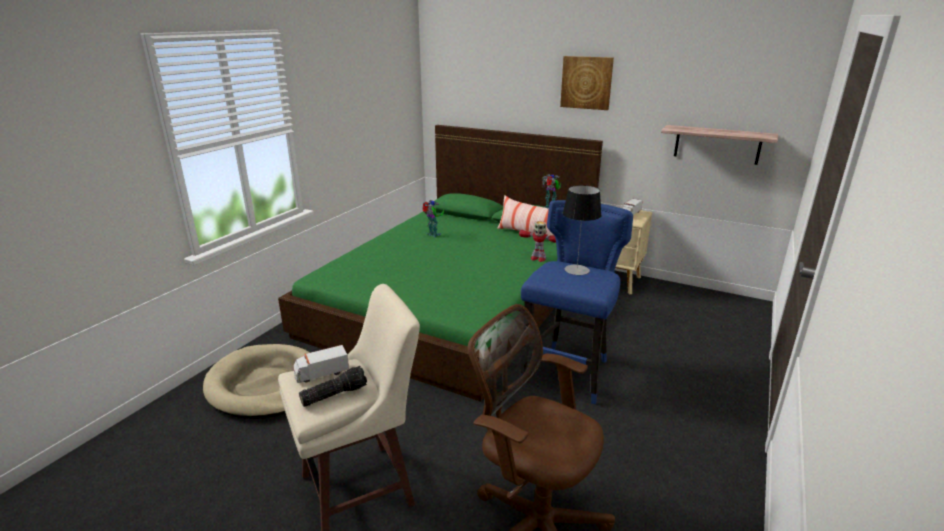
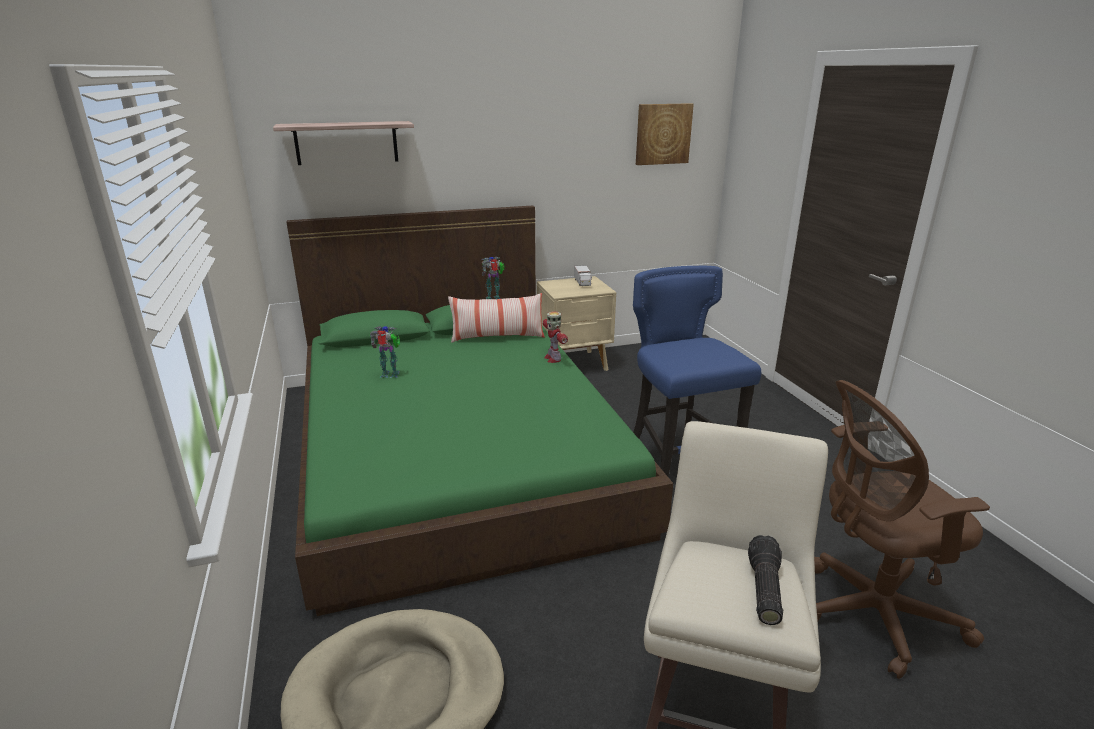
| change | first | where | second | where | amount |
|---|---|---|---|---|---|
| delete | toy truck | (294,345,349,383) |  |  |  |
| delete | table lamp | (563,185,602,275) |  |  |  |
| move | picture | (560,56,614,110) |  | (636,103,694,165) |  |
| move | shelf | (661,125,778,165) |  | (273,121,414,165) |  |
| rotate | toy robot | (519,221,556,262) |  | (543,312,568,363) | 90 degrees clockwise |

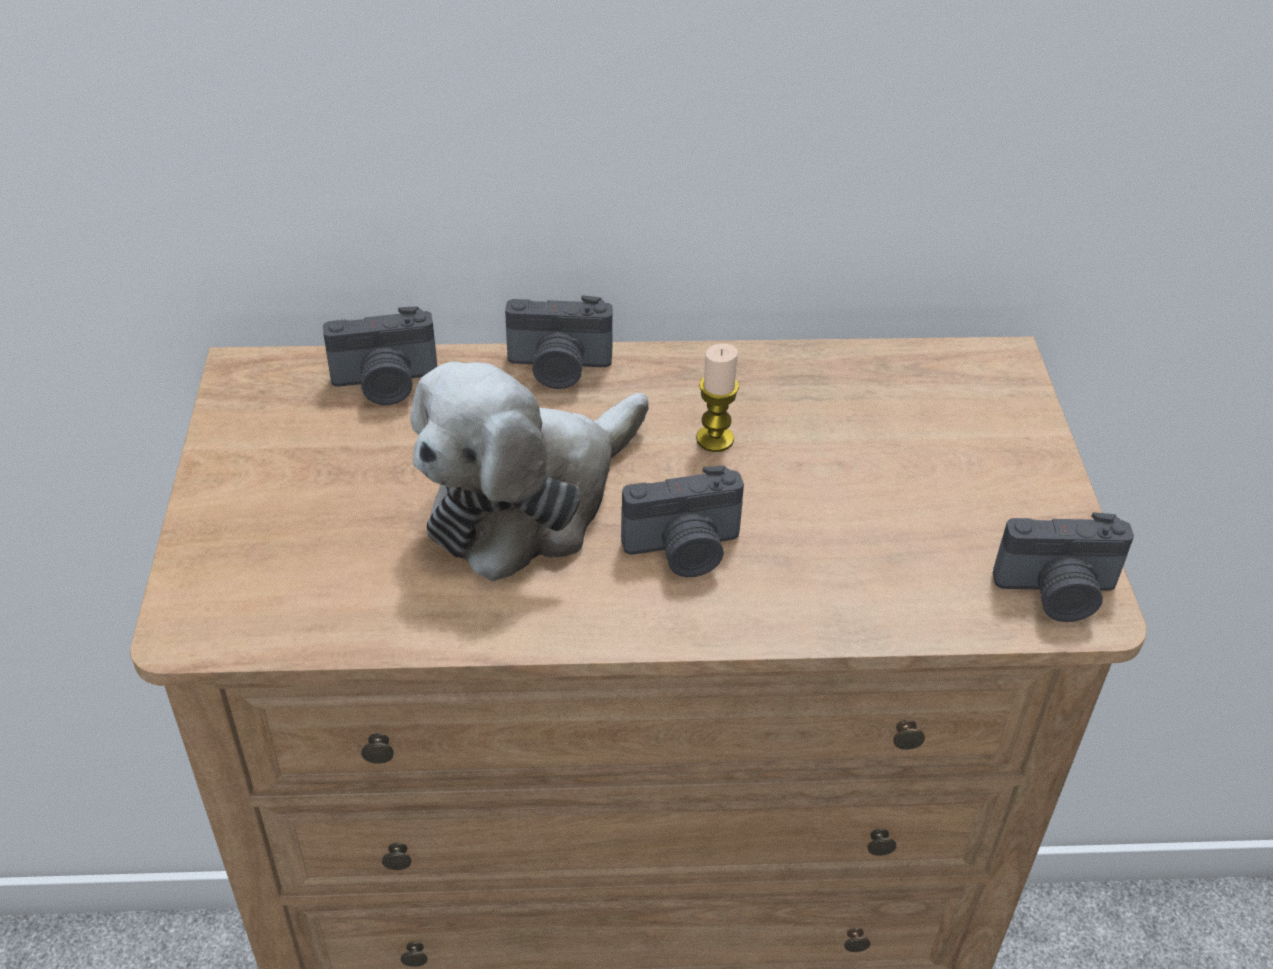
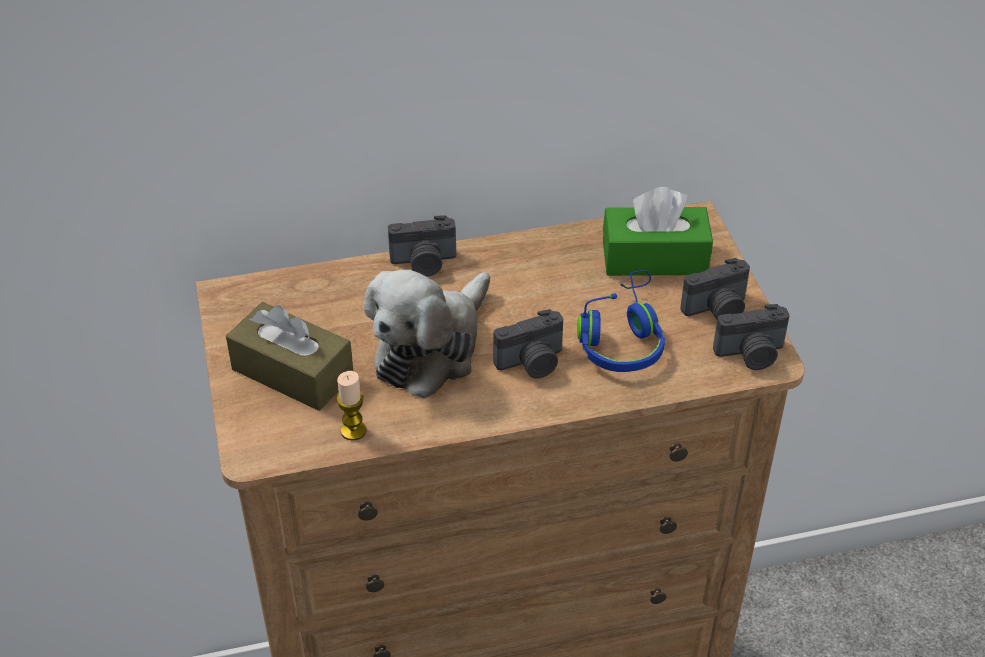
| change | first | where | second | where | amount |
|---|---|---|---|---|---|
| insert |  |  | brown tissue box | (226,302,353,411) |  |
| insert |  |  | blue headphones | (577,270,665,372) |  |
| insert |  |  | green tissue box | (603,187,713,276) |  |
| move | photo camera | (323,307,437,405) |  | (680,258,750,319) |  |
| move | candle | (696,343,739,452) |  | (337,371,366,441) |  |

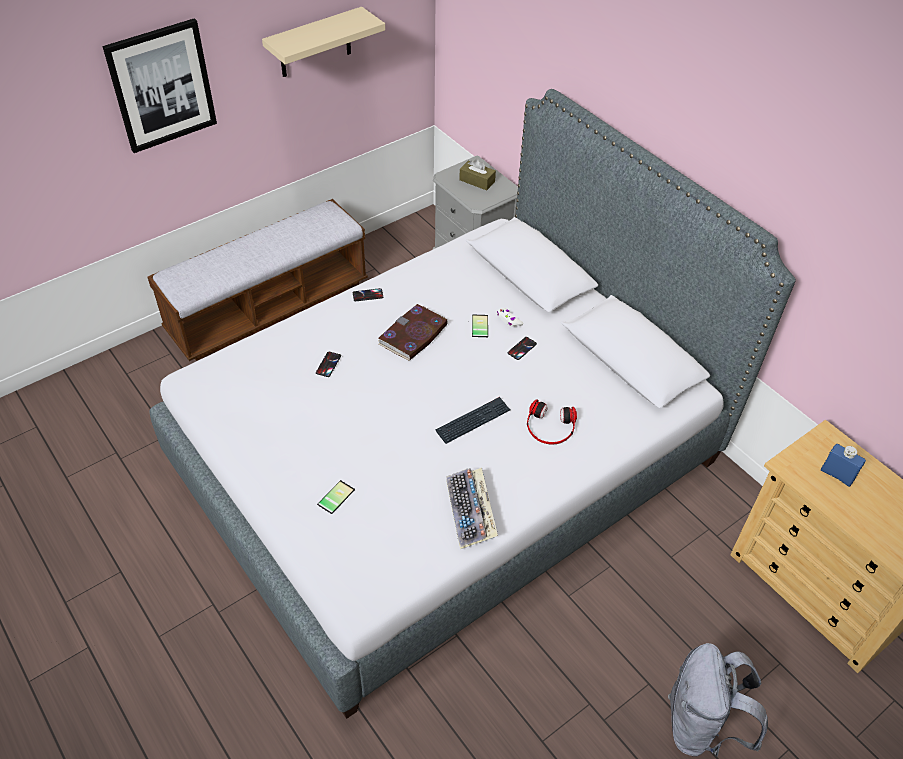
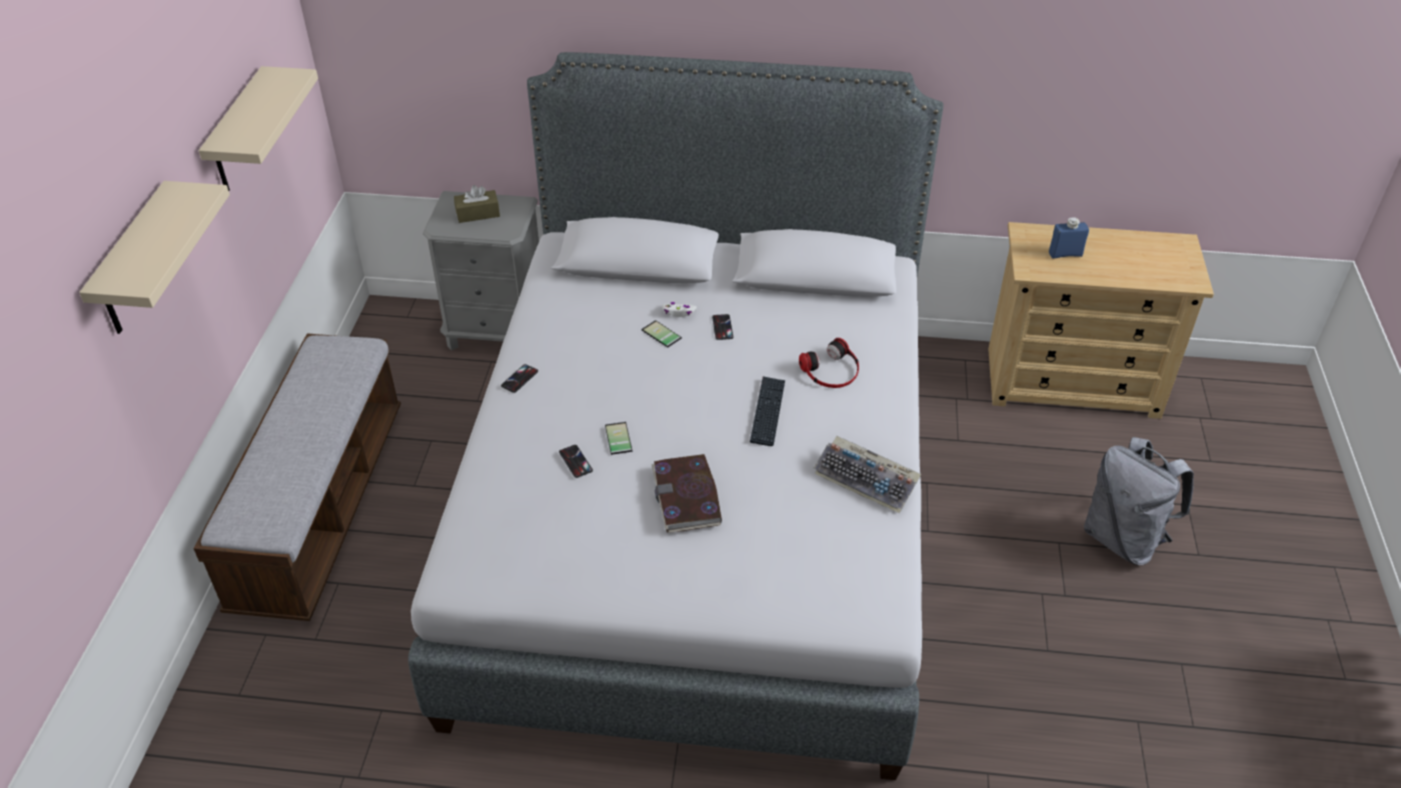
| change | first | where | second | where | amount |
|---|---|---|---|---|---|
| move | phone | (317,480,355,514) |  | (605,422,632,455) |  |
| move | book | (378,304,448,361) |  | (651,454,722,533) |  |
| replace | picture | (103,18,217,153) | beige shelf | (79,181,230,334) |  |

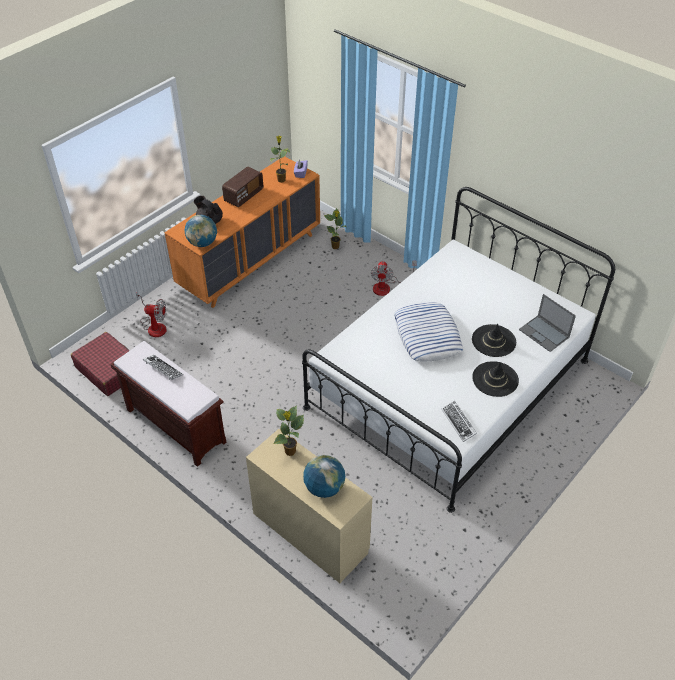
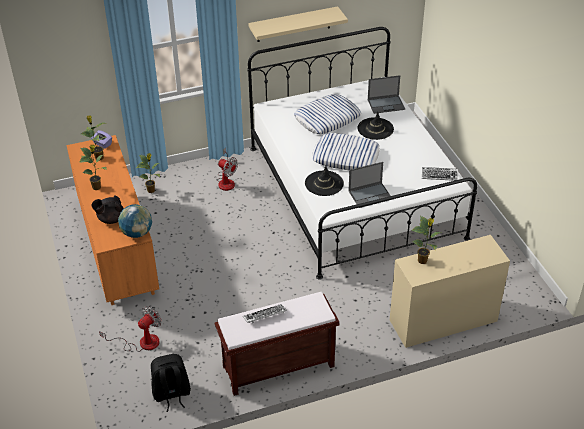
| change | first | where | second | where | amount |
|---|---|---|---|---|---|
| delete | globe | (303,455,345,498) |  |  |  |
| insert |  |  | beige shelf | (248,6,348,42) |  |
| insert |  |  | pillow | (294,94,361,134) |  |
| insert |  |  | laptop | (349,162,393,208) |  |
| move | black hat | (472,361,519,397) |  | (305,166,344,196) |  |
| replace | red suitcase | (71,332,129,396) | black backpack | (151,354,191,412) |  |
| replace | radio | (222,167,263,207) | potted plant | (79,145,107,190) |  |

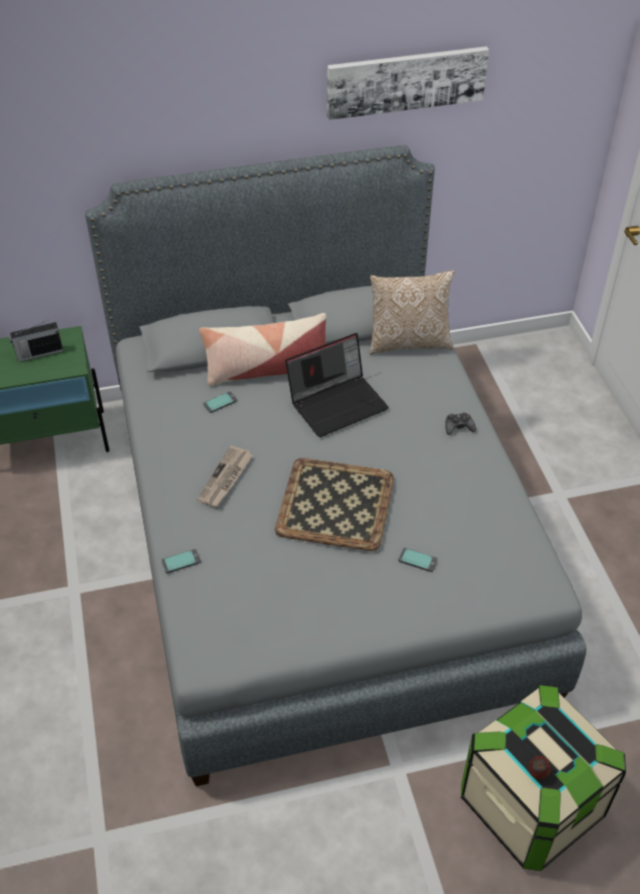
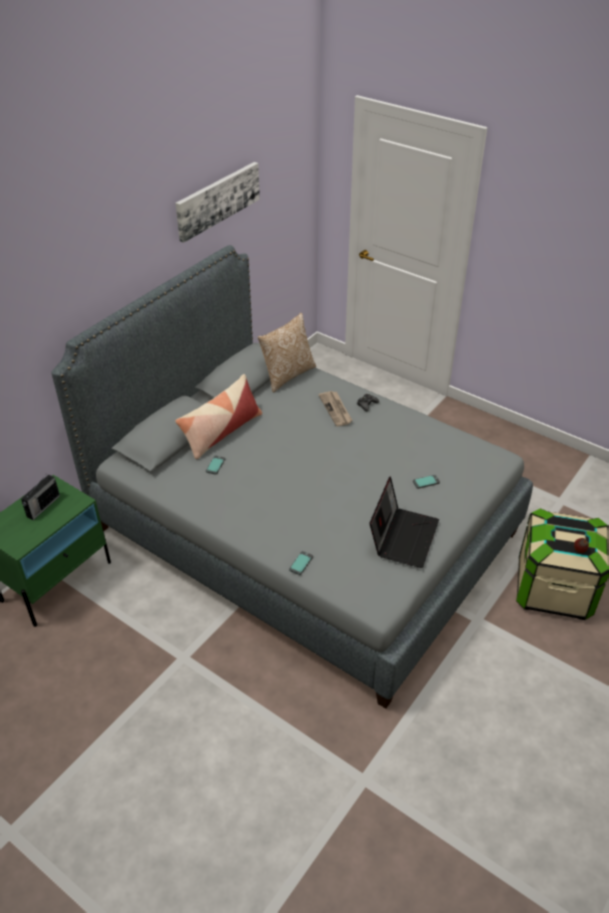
| change | first | where | second | where | amount |
|---|---|---|---|---|---|
| delete | tray | (275,458,394,551) |  |  |  |
| move | newspaper | (197,446,253,507) |  | (319,391,353,427) |  |
| move | laptop | (285,333,389,437) |  | (369,476,439,568) |  |

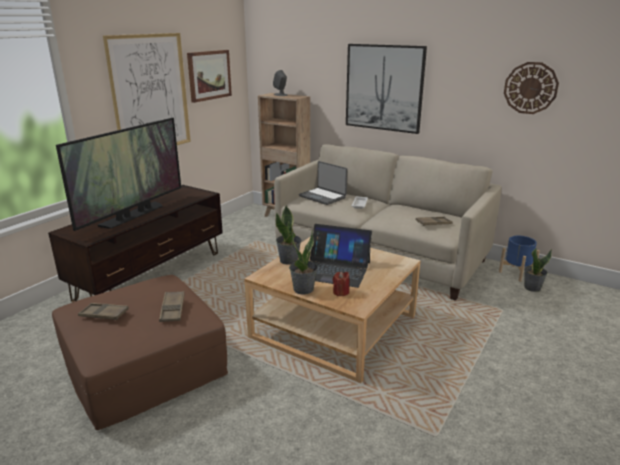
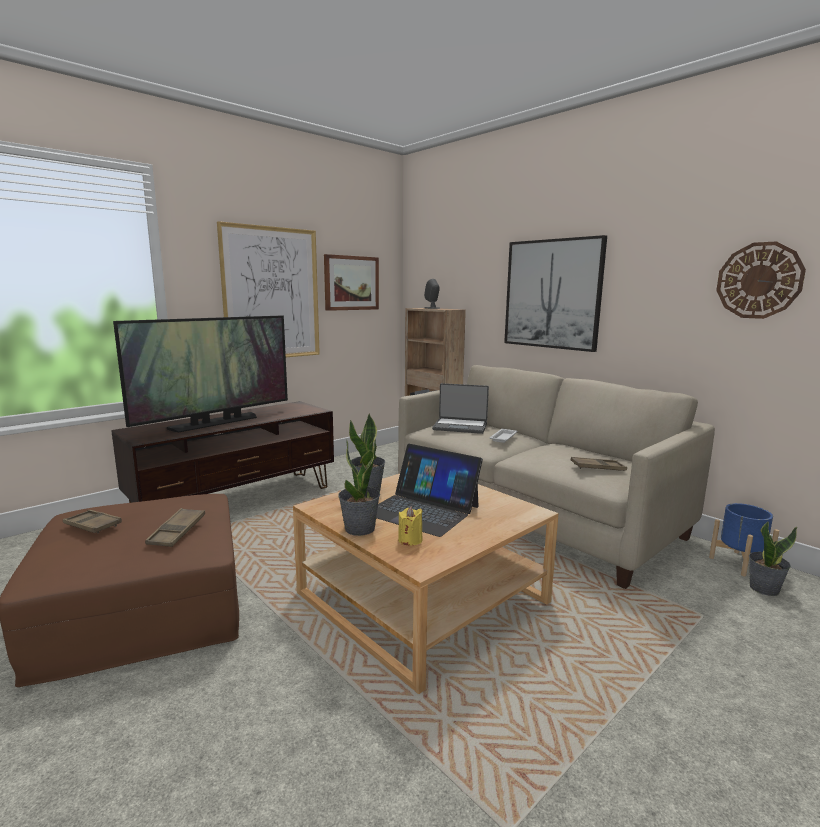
| change | first | where | second | where | amount |
|---|---|---|---|---|---|
| recolor | red candle | (333,271,349,296) | yellow candle | (398,506,423,545) |  |
| rotate | laptop | (299,161,347,205) |  | (432,383,489,434) | 45 degrees counterclockwise |

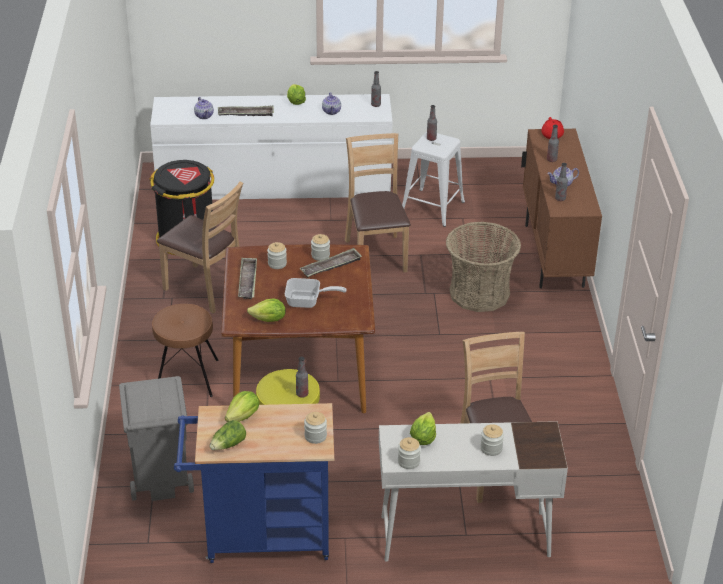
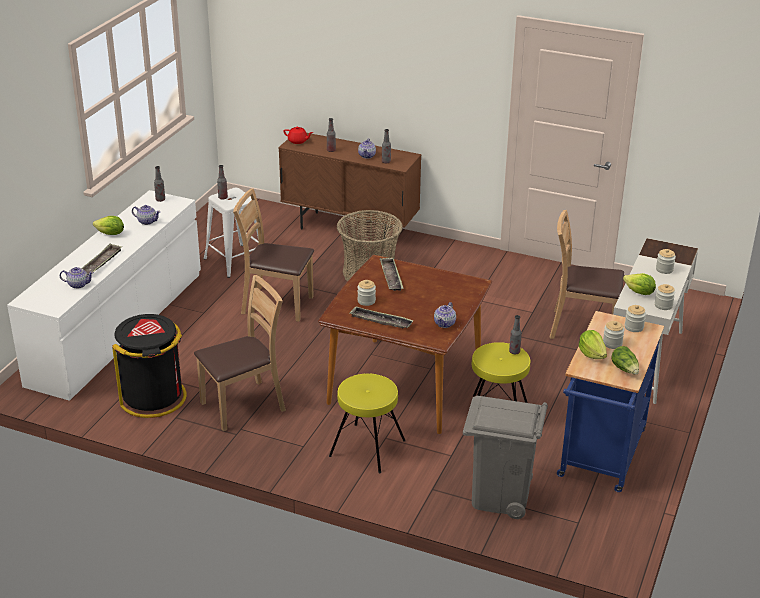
| change | first | where | second | where | amount |
|---|---|---|---|---|---|
| delete | frying pan | (285,278,347,308) |  |  |  |
| move | jar | (311,234,330,261) |  | (603,321,624,349) |  |
| replace | lettuce | (247,298,286,322) | teapot | (434,302,456,328) |  |
| recolor | brown stool | (152,304,218,397) | yellow stool | (329,373,406,474) |  |

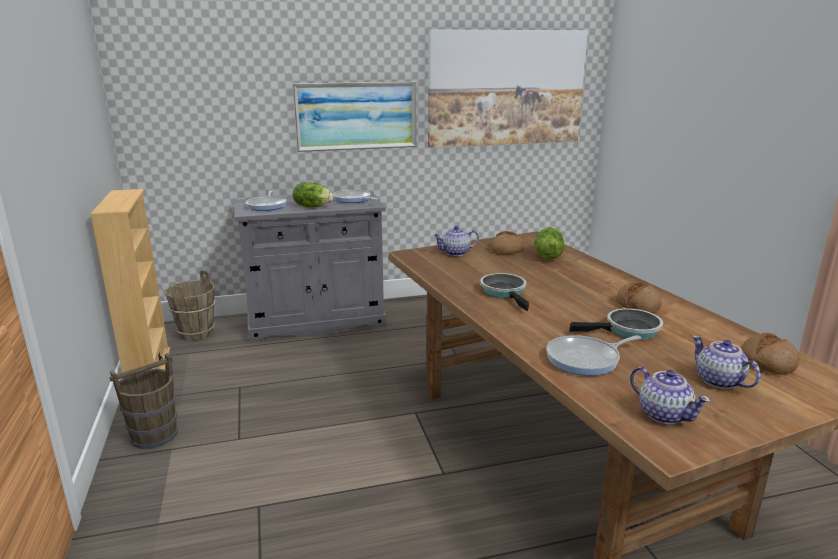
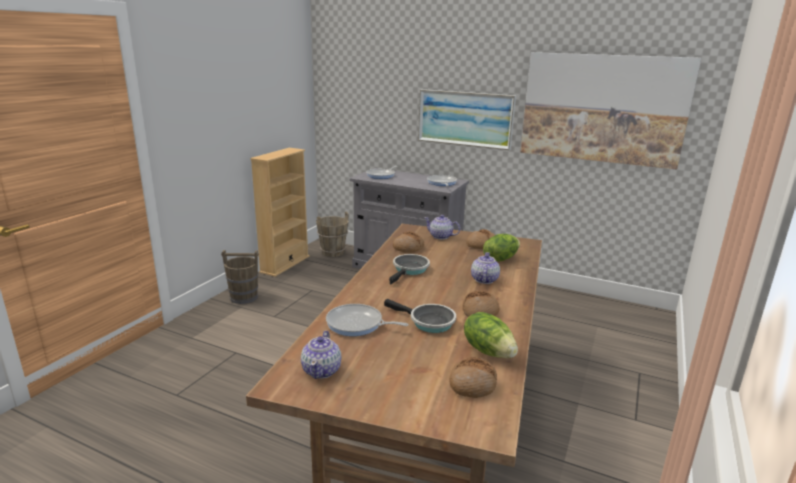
| change | first | where | second | where | amount |
|---|---|---|---|---|---|
| insert |  |  | bread | (393,231,425,253) |  |
| move | lettuce | (292,182,333,207) |  | (464,312,518,358) |  |
| move | teapot | (692,336,761,389) |  | (471,252,500,284) |  |

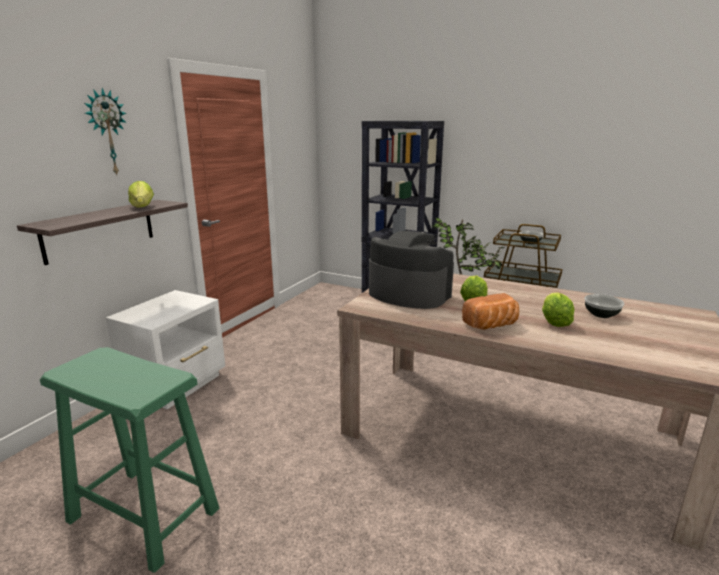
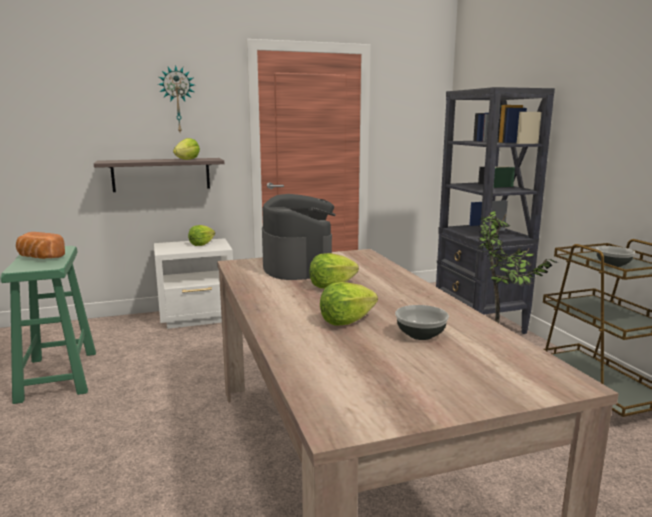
| change | first | where | second | where | amount |
|---|---|---|---|---|---|
| insert |  |  | lettuce | (188,225,215,246) |  |
| move | bread | (462,293,519,330) |  | (16,232,65,259) |  |

